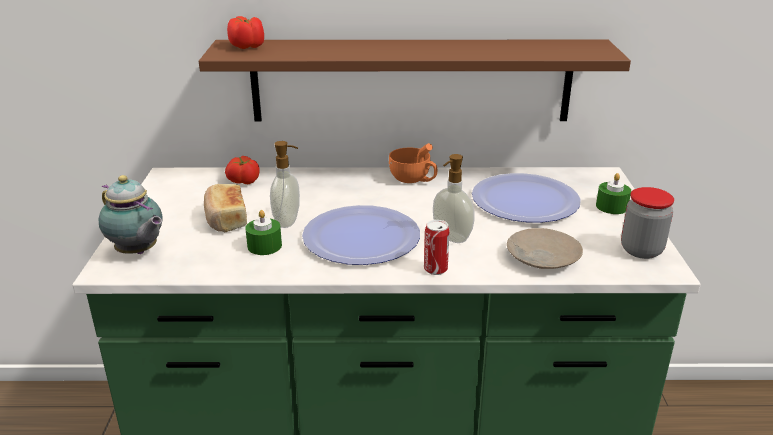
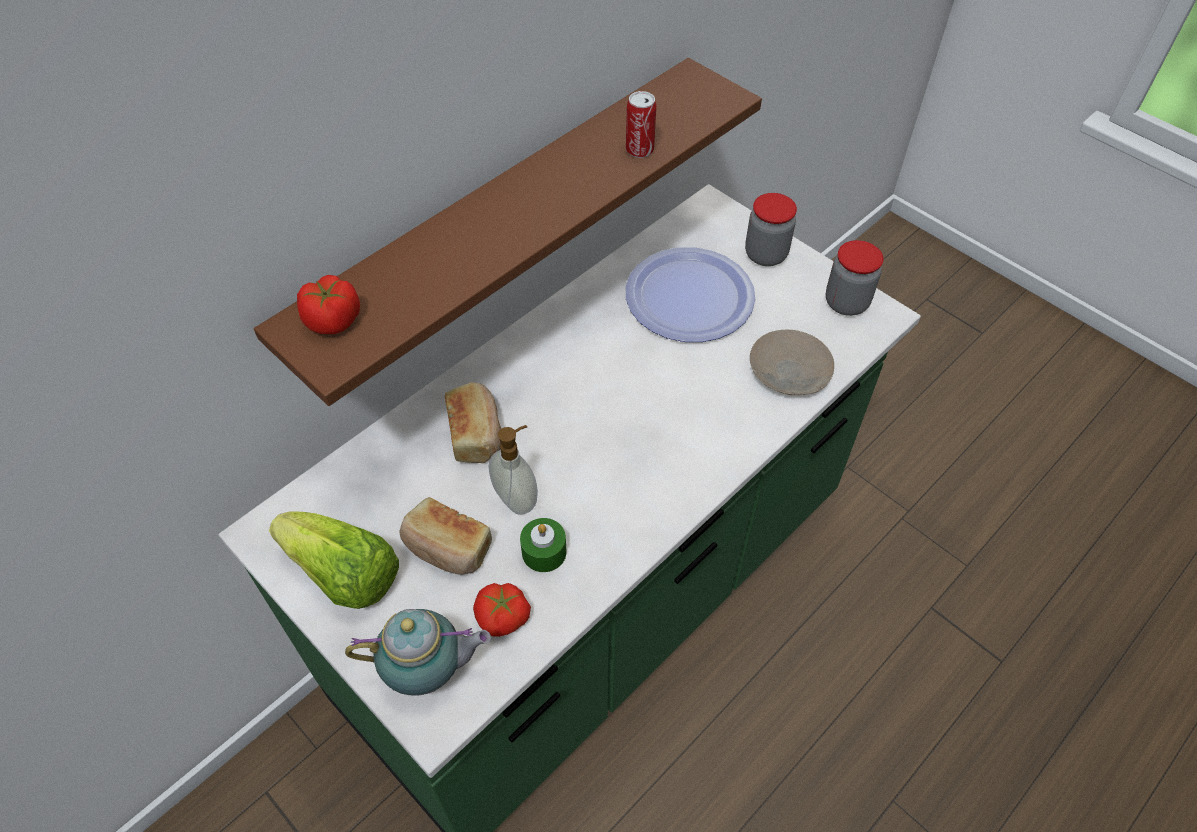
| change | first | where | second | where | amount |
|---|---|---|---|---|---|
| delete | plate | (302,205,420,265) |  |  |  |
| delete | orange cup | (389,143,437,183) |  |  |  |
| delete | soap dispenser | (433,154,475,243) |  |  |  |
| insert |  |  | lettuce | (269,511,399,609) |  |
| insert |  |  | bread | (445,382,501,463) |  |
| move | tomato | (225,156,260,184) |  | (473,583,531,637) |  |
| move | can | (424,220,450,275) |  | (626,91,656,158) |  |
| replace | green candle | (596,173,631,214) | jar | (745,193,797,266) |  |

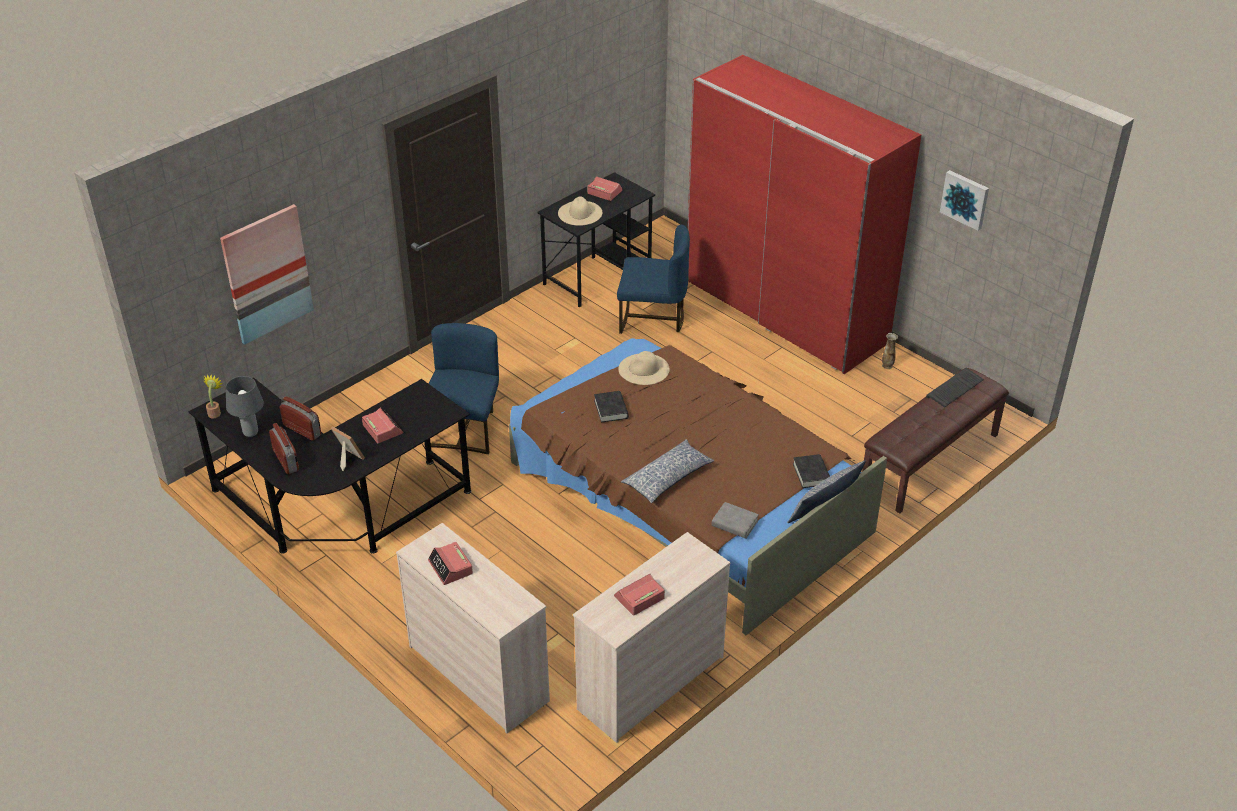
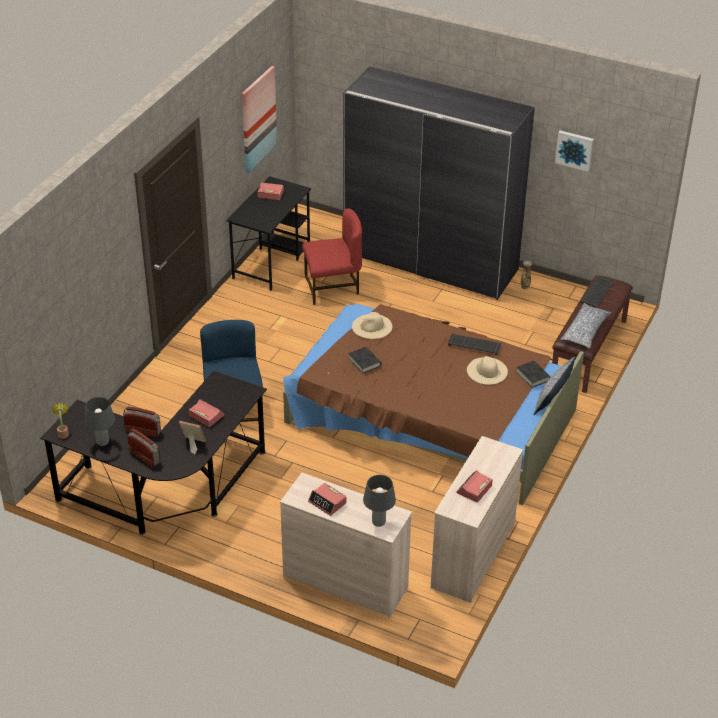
| change | first | where | second | where | amount |
|---|---|---|---|---|---|
| delete | grey book | (712,502,759,539) |  |  |  |
| insert |  |  | grey table lamp | (363,475,396,527) |  |
| insert |  |  | keyboard | (448,334,501,355) |  |
| move | picture | (220,204,314,345) |  | (242,66,277,173) |  |
| move | beige hat | (558,197,602,226) |  | (467,356,508,385) |  |
| move | pillow | (621,439,714,503) |  | (560,303,612,349) |  |
| recolor | blue chair | (617,225,690,334) | red chair | (302,208,362,305) |  |
| recolor | red wardrobe | (688,55,921,374) | grey wardrobe | (343,66,535,300) |  |

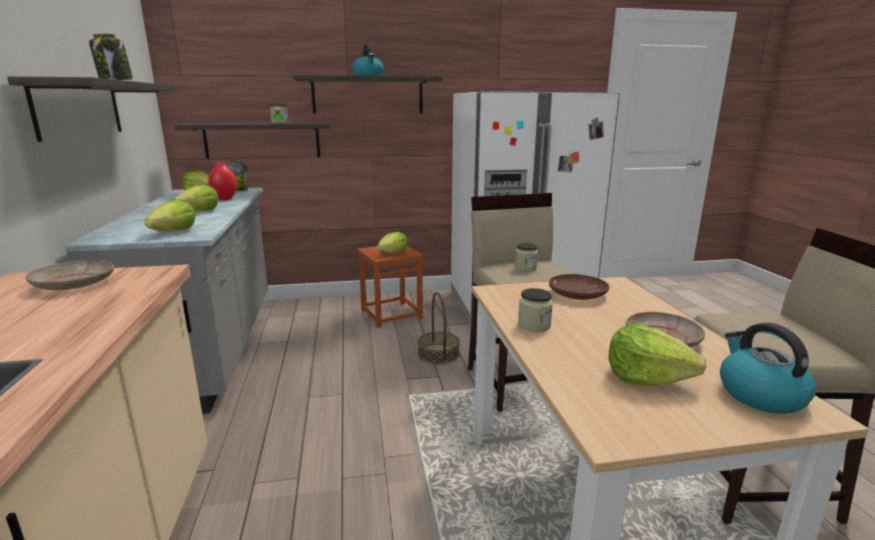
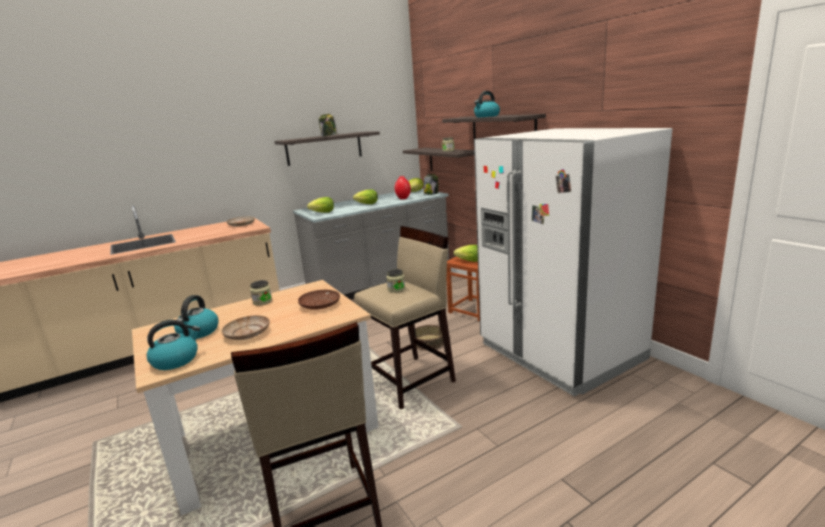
| change | first | where | second | where | amount |
|---|---|---|---|---|---|
| replace | lettuce | (609,324,706,386) | kettle | (174,295,219,339) |  |

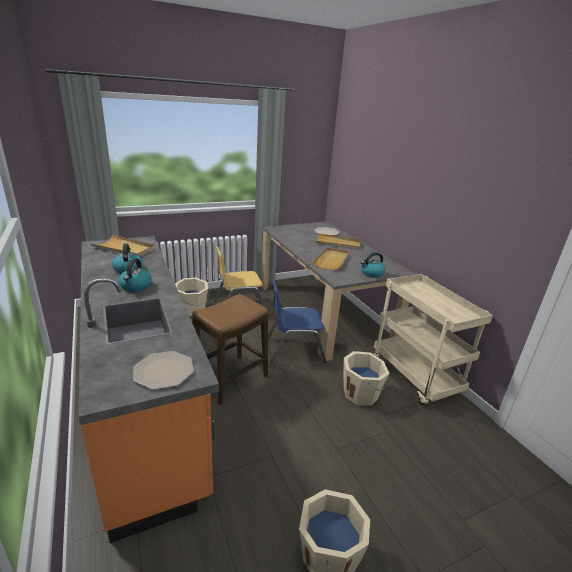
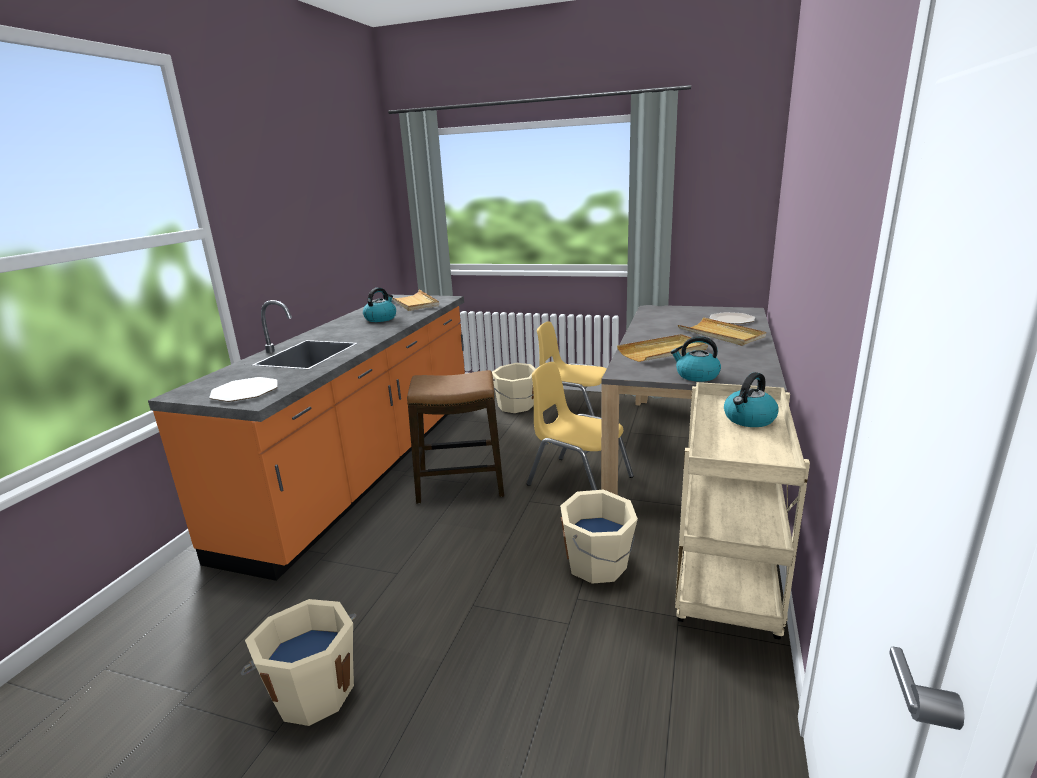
| change | first | where | second | where | amount |
|---|---|---|---|---|---|
| move | kettle | (119,258,152,292) |  | (724,372,779,427) |  |
| recolor | blue chair | (268,279,327,363) | yellow chair | (527,362,634,490) |  |

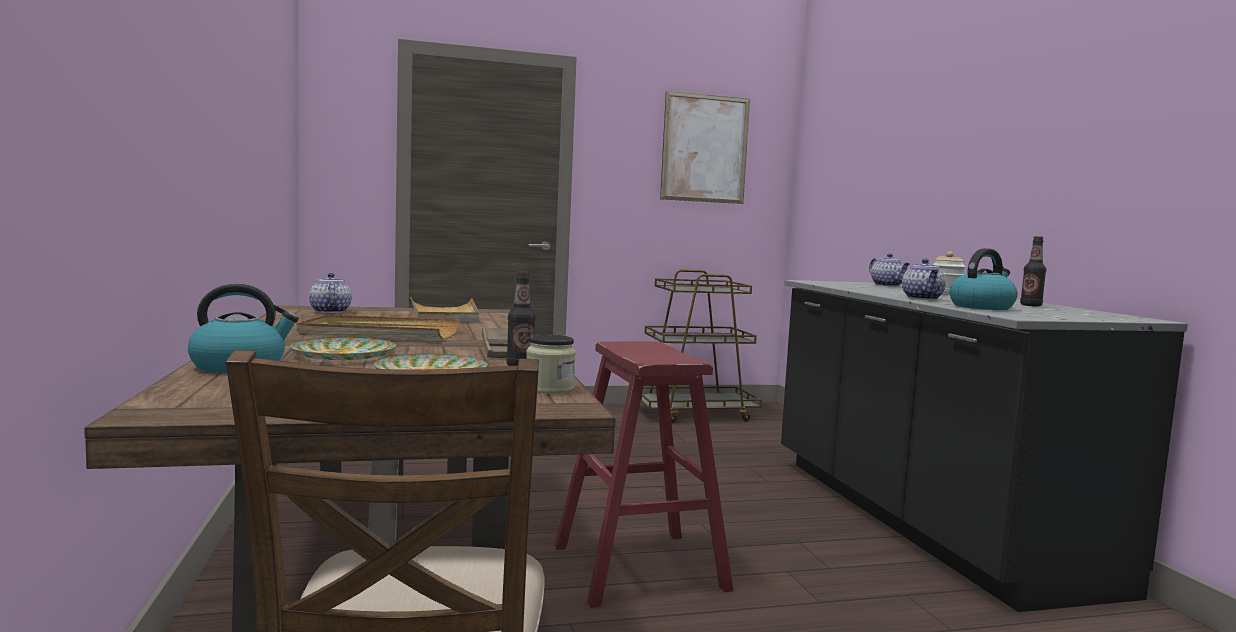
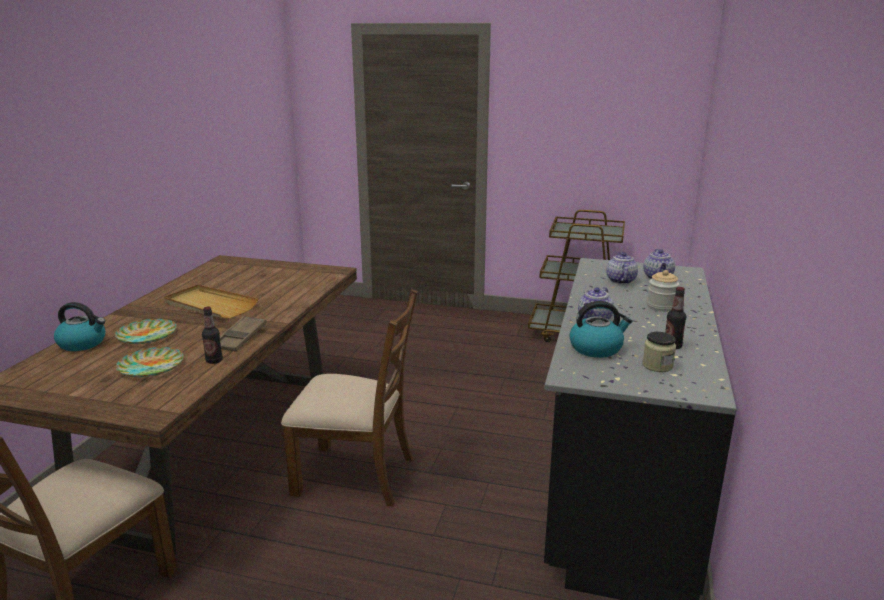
| change | first | where | second | where | amount |
|---|---|---|---|---|---|
| delete | beige tray | (410,297,479,322) |  |  |  |
| delete | picture | (660,91,750,204) |  |  |  |
| move | teapot | (309,273,352,313) |  | (606,252,638,284) |  |
| move | jar | (526,334,576,394) |  | (642,332,676,372) |  |
| replace | red stool | (554,341,734,608) | brown chair | (281,289,418,507) |  |

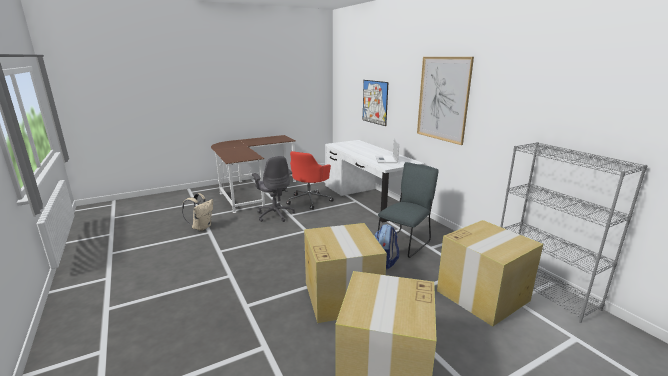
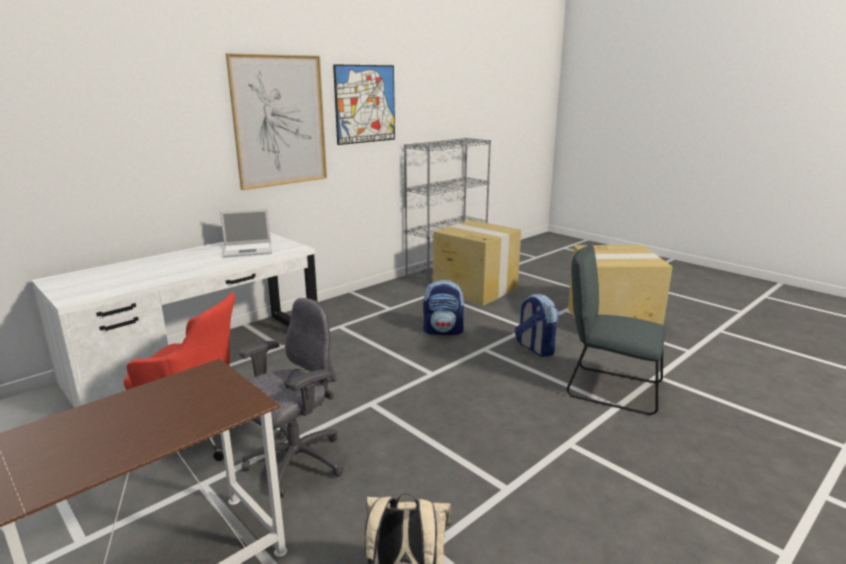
| change | first | where | second | where | amount |
|---|---|---|---|---|---|
| move | picture | (363,80,388,126) |  | (333,64,395,145) |  |
| move | grey chair | (378,162,439,258) |  | (567,245,666,415) |  |
| replace | cardboard box | (304,223,387,323) | backpack | (515,294,559,357) |  |

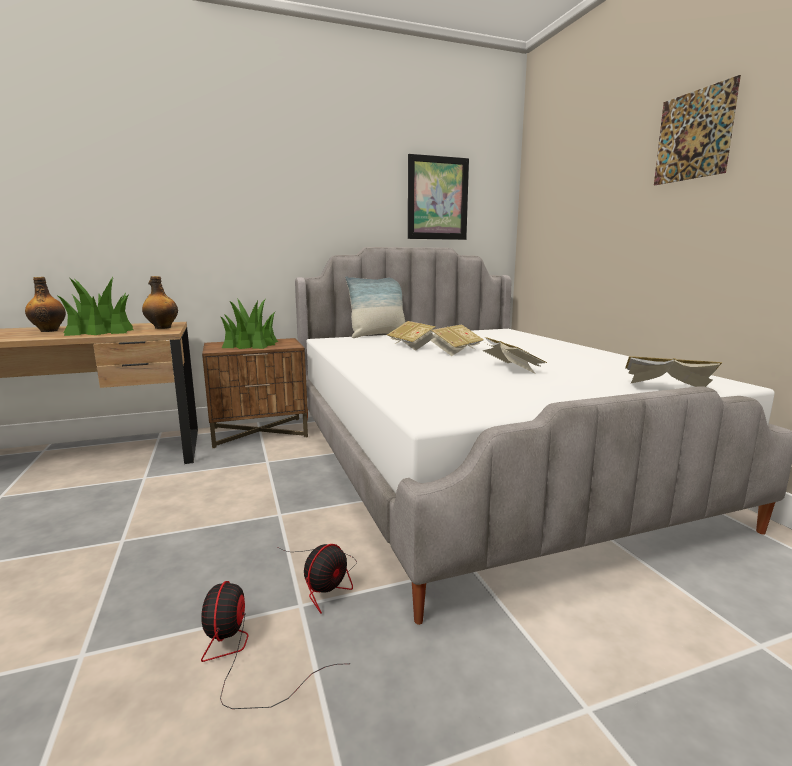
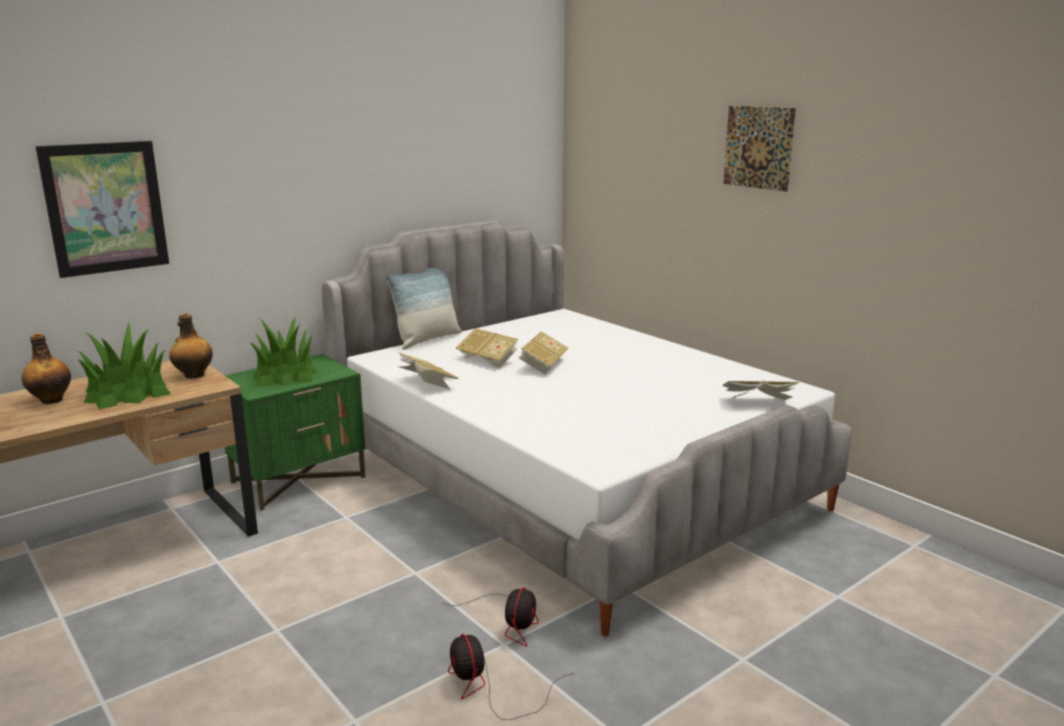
| change | first | where | second | where | amount |
|---|---|---|---|---|---|
| move | picture | (408,154,469,240) |  | (35,141,169,278) |  |
| move | book | (482,337,547,374) |  | (399,353,459,389) |  |
| recolor | brown nightstand | (202,338,308,448) | green nightstand | (224,354,365,511) |  |

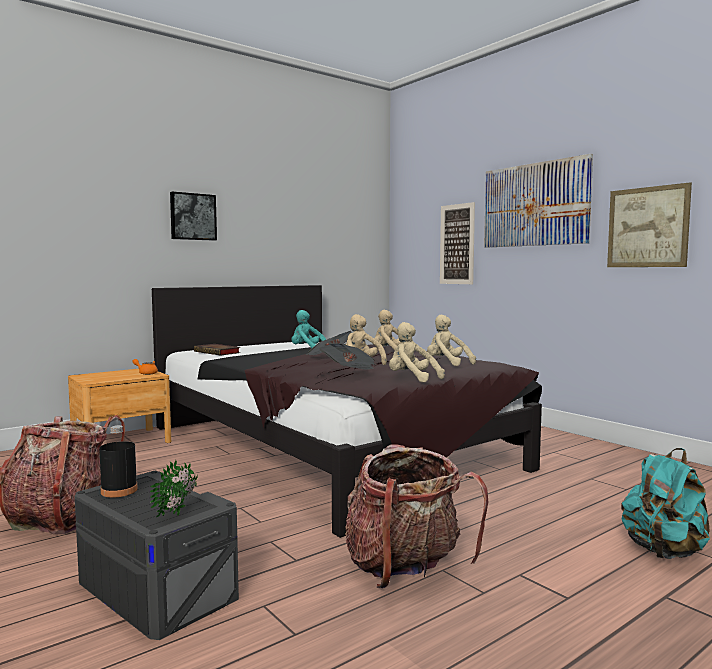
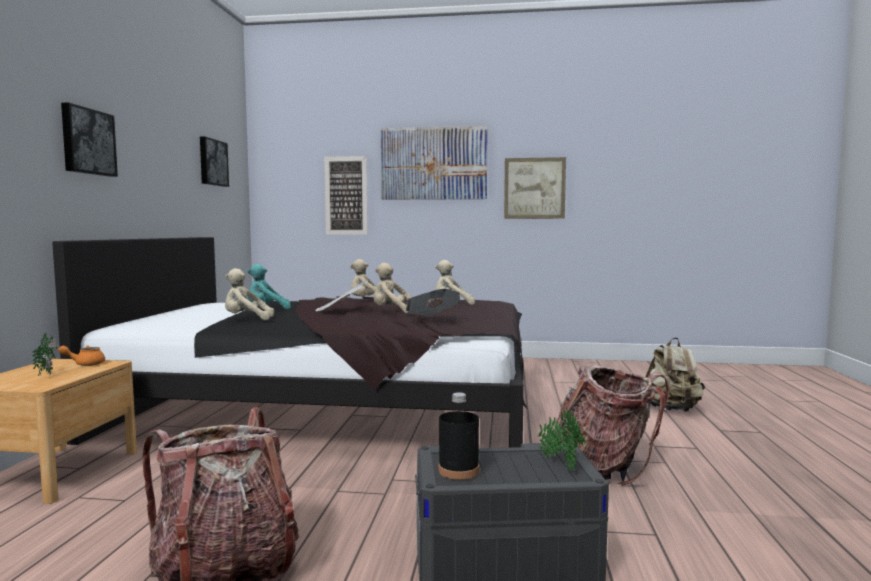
| change | first | where | second | where | amount |
|---|---|---|---|---|---|
| delete | book | (194,344,240,356) |  |  |  |
| insert |  |  | potted plant | (32,332,58,376) |  |
| insert |  |  | picture | (200,136,229,187) |  |
| move | beige plush toy | (389,322,445,383) |  | (225,268,274,320) |  |
| recolor | turquoise backpack | (621,448,710,559) | beige backpack | (645,338,705,412) |  |

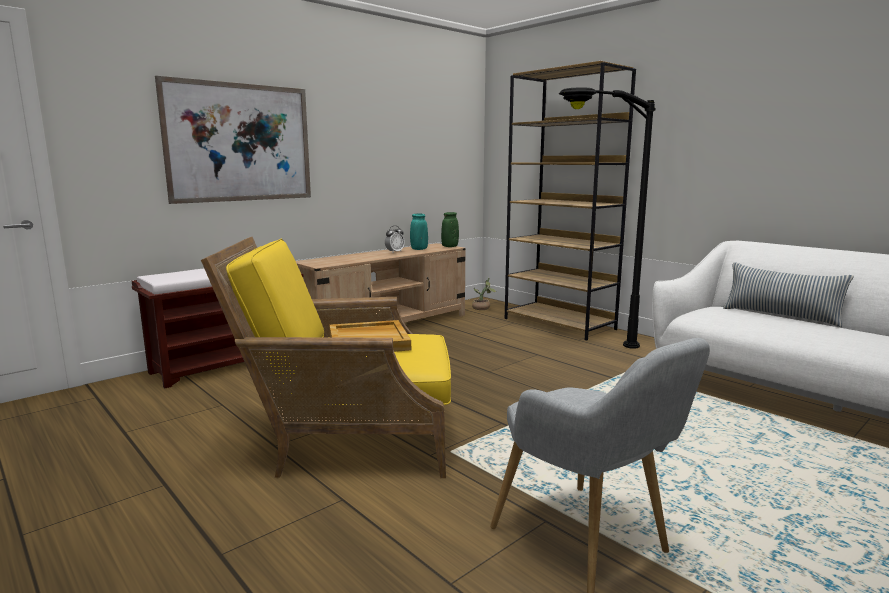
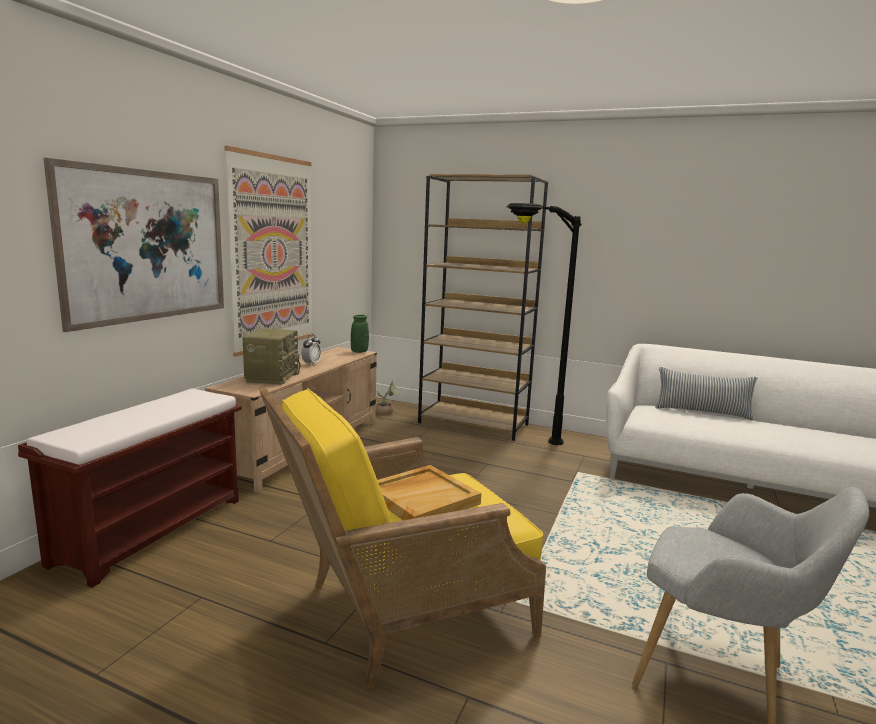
| change | first | where | second | where | amount |
|---|---|---|---|---|---|
| delete | turquoise vase | (410,213,428,250) |  |  |  |
| insert |  |  | picture | (224,146,313,357) |  |
| insert |  |  | radio | (243,328,301,385) |  |

